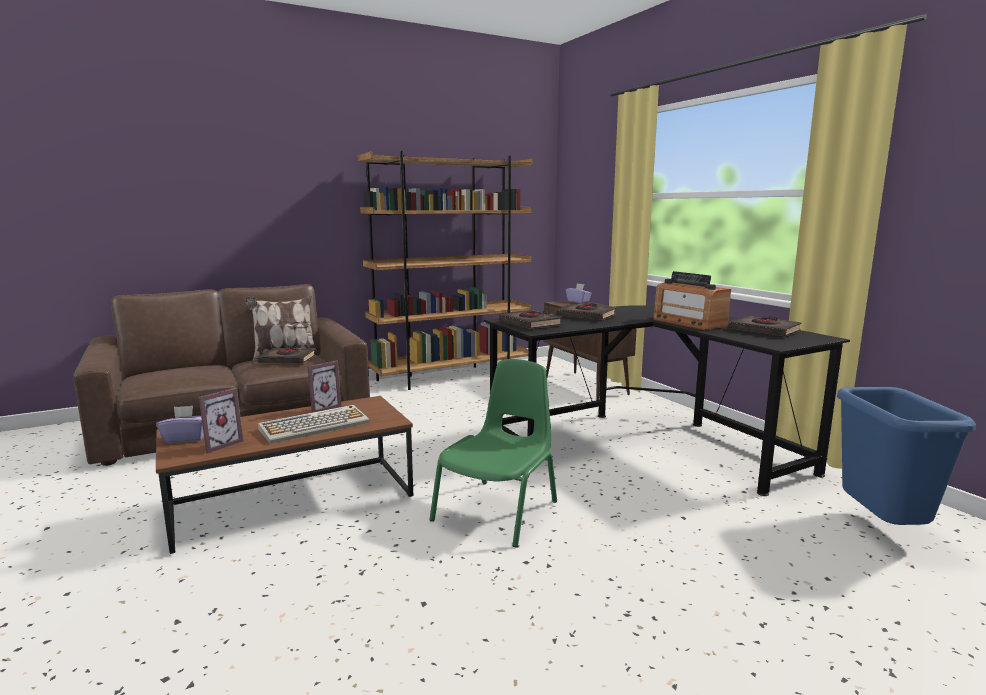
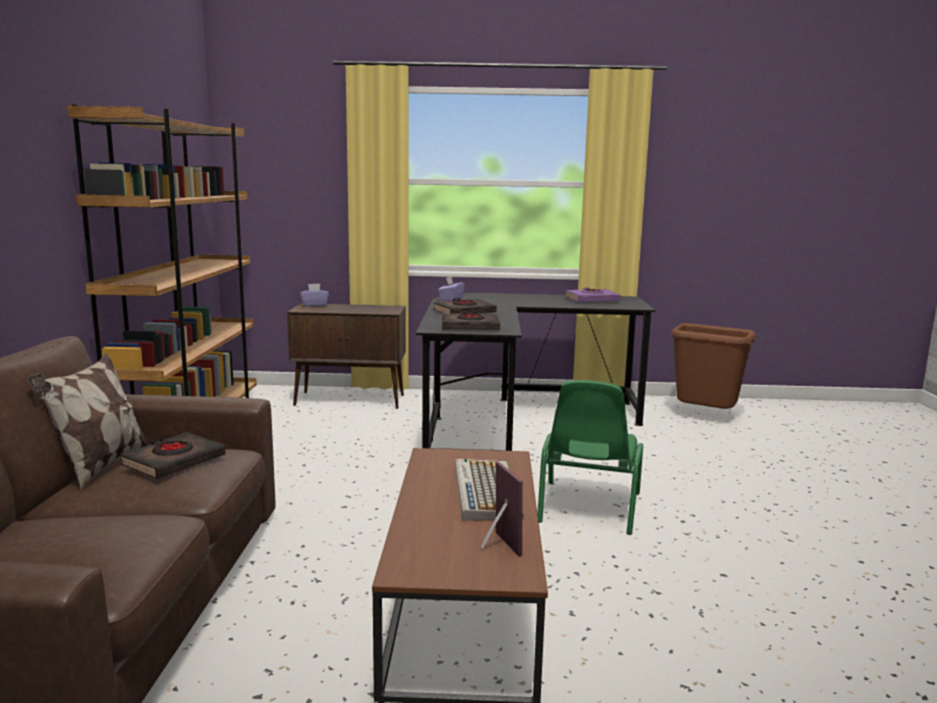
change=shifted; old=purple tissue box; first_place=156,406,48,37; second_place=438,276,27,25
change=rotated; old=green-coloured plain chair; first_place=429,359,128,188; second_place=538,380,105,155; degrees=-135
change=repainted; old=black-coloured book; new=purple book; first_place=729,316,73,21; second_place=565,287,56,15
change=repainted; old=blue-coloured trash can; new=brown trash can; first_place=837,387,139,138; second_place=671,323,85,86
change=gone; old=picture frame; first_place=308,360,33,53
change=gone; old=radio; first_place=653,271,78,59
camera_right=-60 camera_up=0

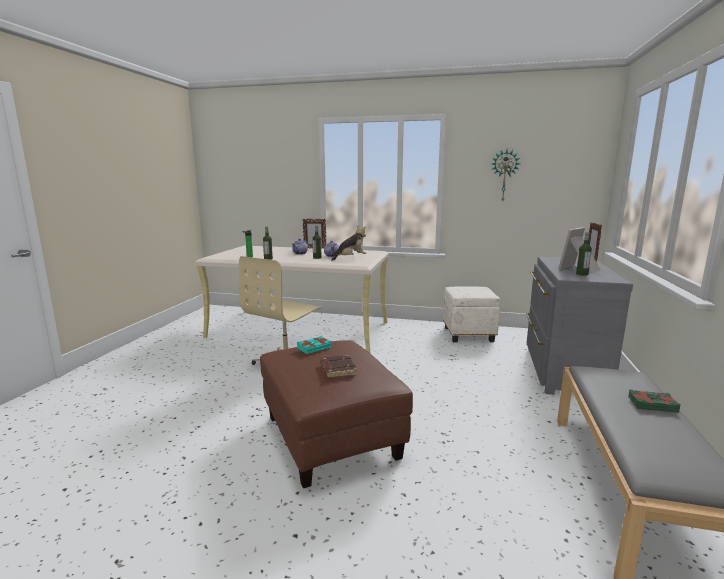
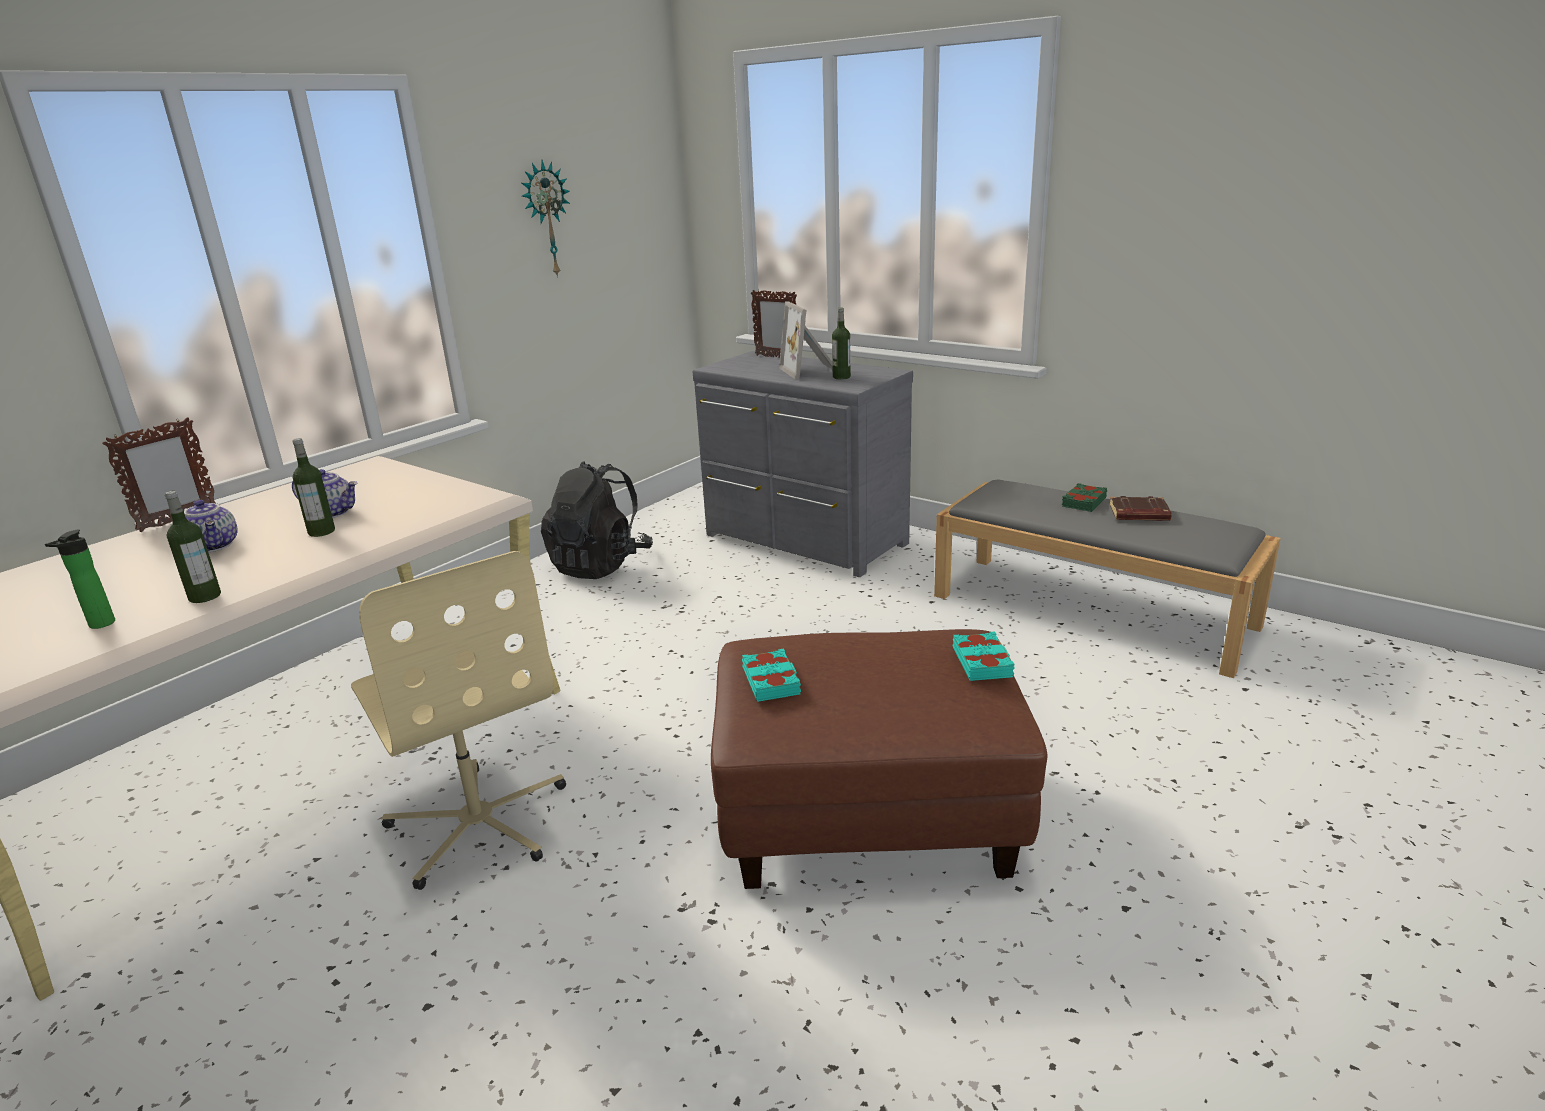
change=swapped; old=white-coloured footrest; new=black-coloured rucksack; first_place=443,286,57,56; second_place=541,461,112,118
change=new; new=turquoise book; second_place=953,631,62,50
change=shifted; old=brown book; first_place=320,355,37,23; second_place=1109,496,63,25
change=gone; old=plush toy; first_place=331,225,35,36
camera_right=-65 camera_up=10

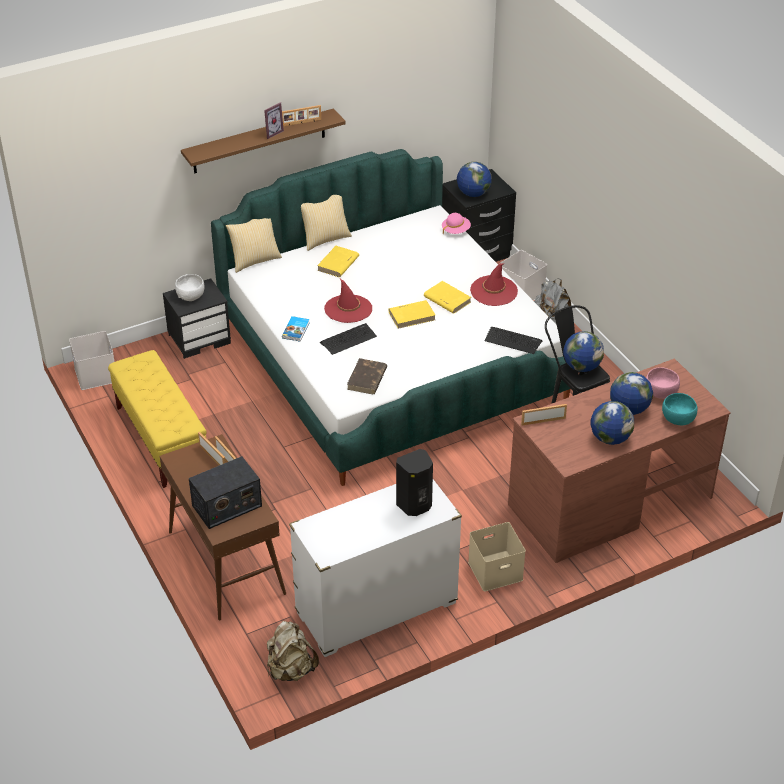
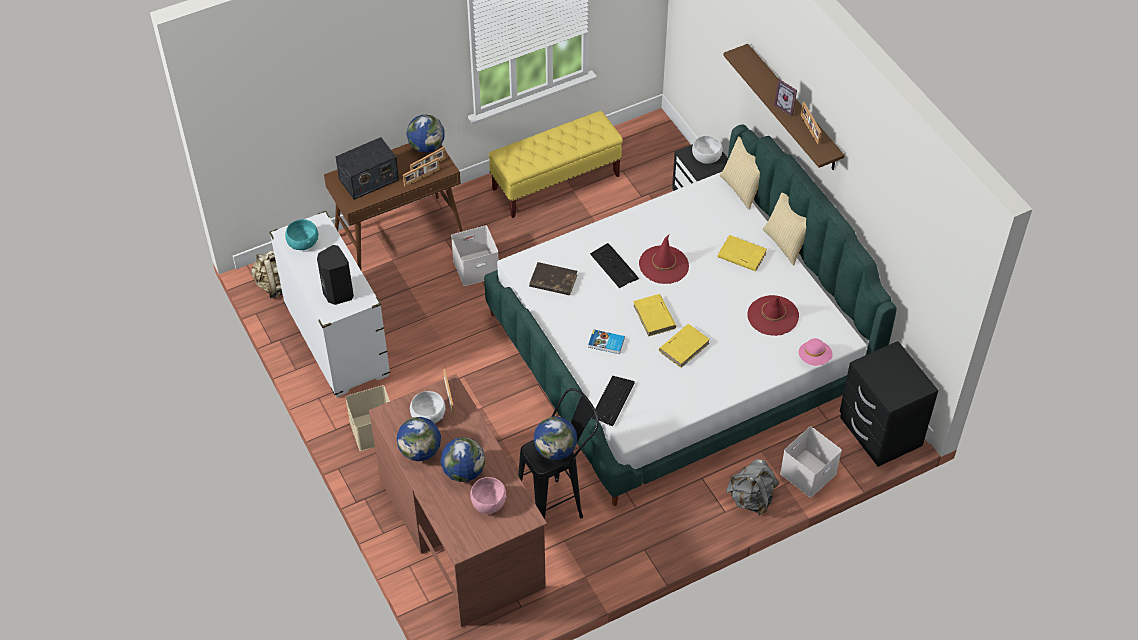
change=shifted; old=turquoise deep dish; first_place=662,393,35,32; second_place=285,219,33,31
change=rotated; old=radio; first_place=189,456,73,73; second_place=335,137,64,63; degrees=-90
change=shifted; old=globe; first_place=457,162,35,35; second_place=407,115,37,38
change=new; new=white-coloured deep dish; second_place=410,391,35,32
change=shifted; old=white-coloured storage container; first_place=69,331,46,59; second_place=451,225,48,61
change=shifted; old=book; first_place=282,316,28,25; second_place=588,329,37,25
change=shifted; old=red-coloured clothing hat; first_place=470,263,48,43; second_place=747,295,52,41
camera_right=90 camera_up=10

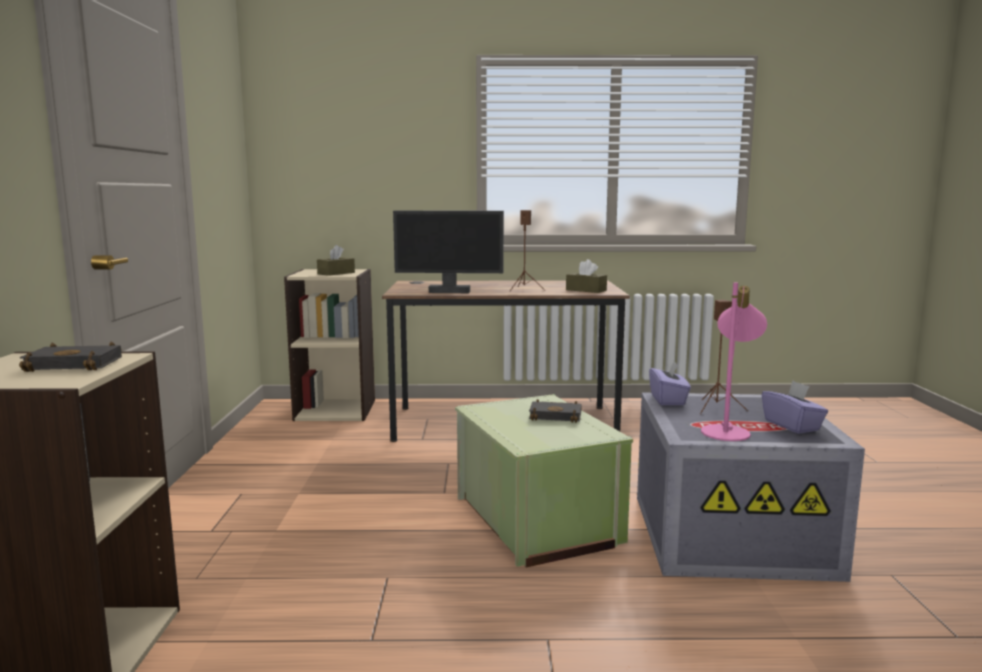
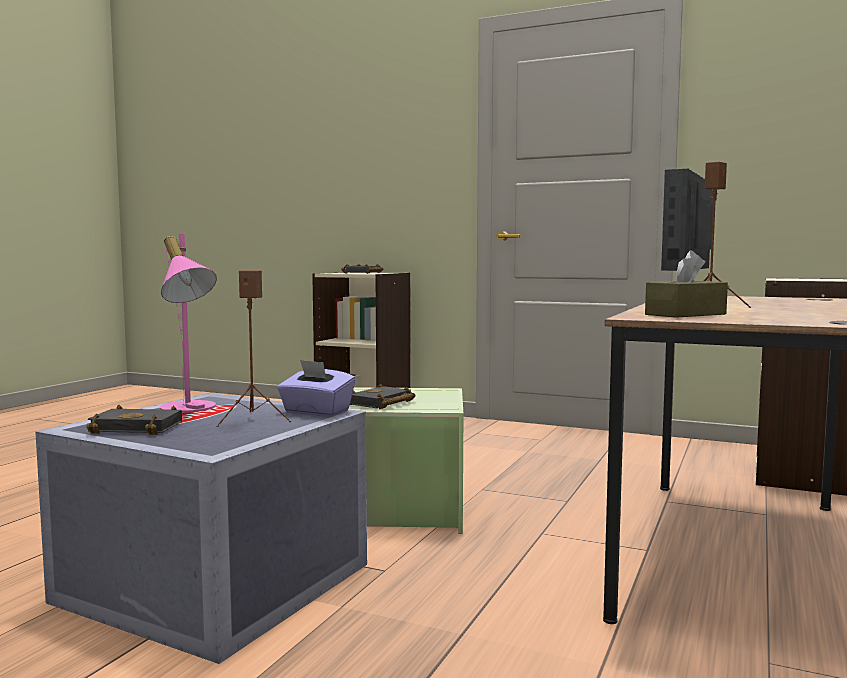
change=swapped; old=purple tissue box; new=black-coloured book; first_place=762,381,66,53; second_place=86,404,96,31
change=gone; old=brown tissue box; first_place=317,245,38,31
camera_right=115 camera_up=-5

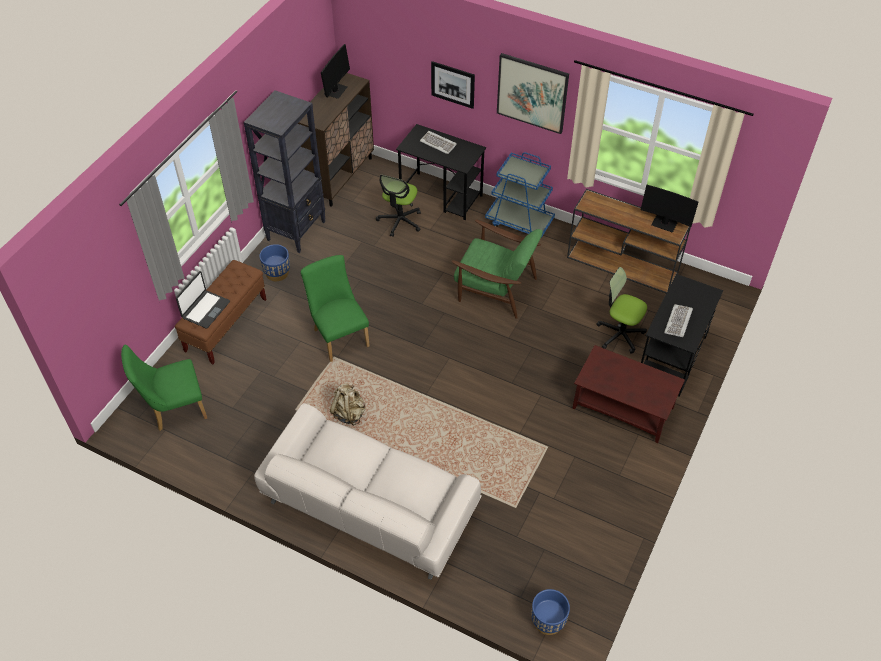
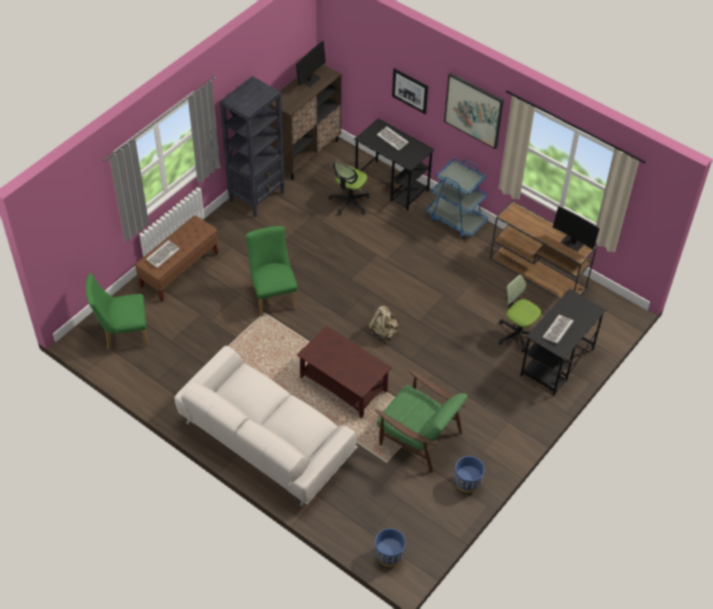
change=swapped; old=notebook computer; new=computer keyboard; first_place=176,271,54,57; second_place=146,240,34,28
change=shifted; old=brown coffee table; first_place=572,345,113,98; second_place=297,326,95,92
change=shifted; old=beige-coloured rucksack; first_place=330,384,35,42; second_place=368,306,30,36
change=shifted; old=green-coloured armchair; first_place=452,219,91,99; second_place=375,369,92,104
change=shifted; old=blue-coloured flower pot; first_place=259,244,31,37; second_place=454,456,31,37
camera_right=10 camera_up=0

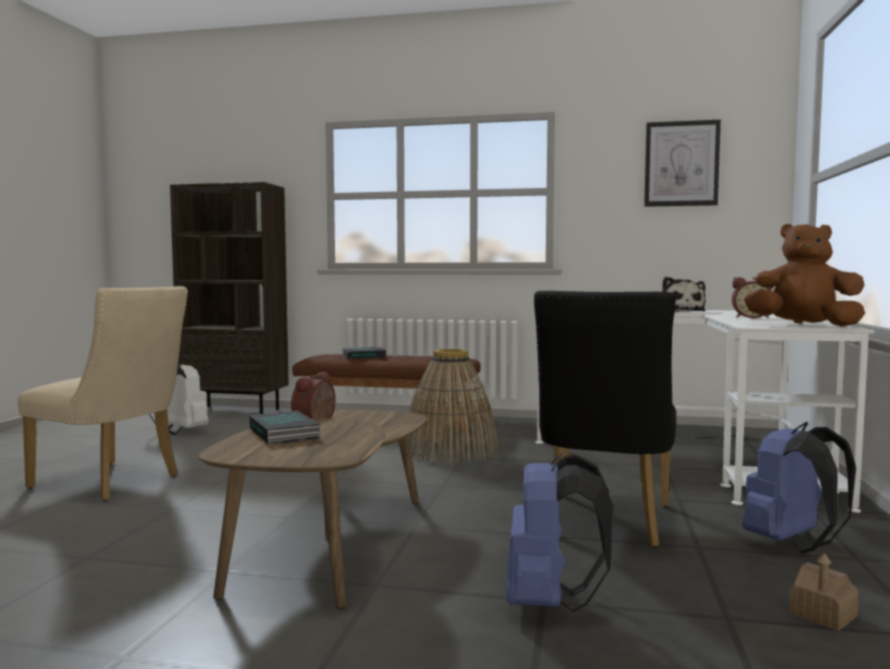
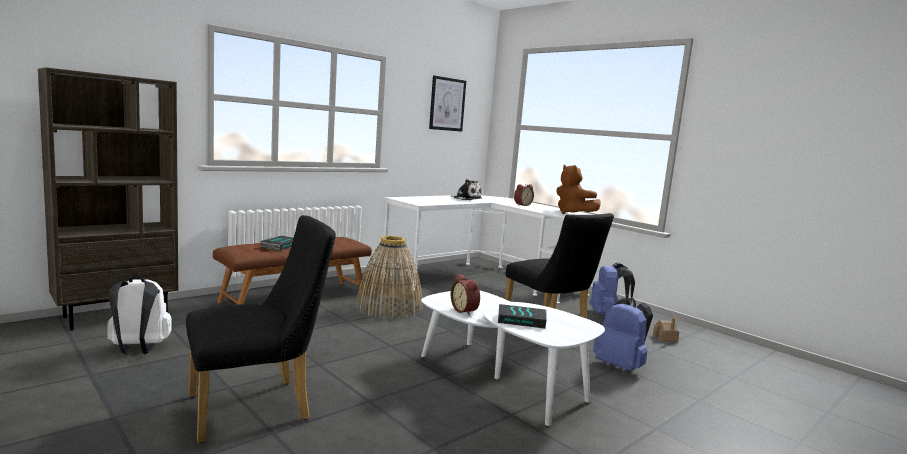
change=repainted; old=beige-coloured plain chair; new=black-coloured plain chair; first_place=18,286,170,215; second_place=186,215,150,228
change=repainted; old=brown coffee table; new=white-coloured coffee table; first_place=198,410,229,199; second_place=421,290,184,137
change=rotated; old=brown plush toy; first_place=744,224,121,102; second_place=556,165,44,49; degrees=-90
camera_right=-55 camera_up=5

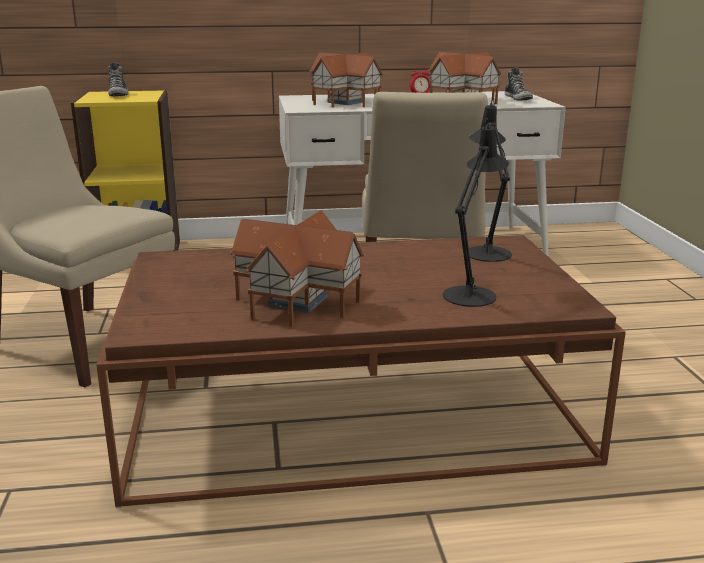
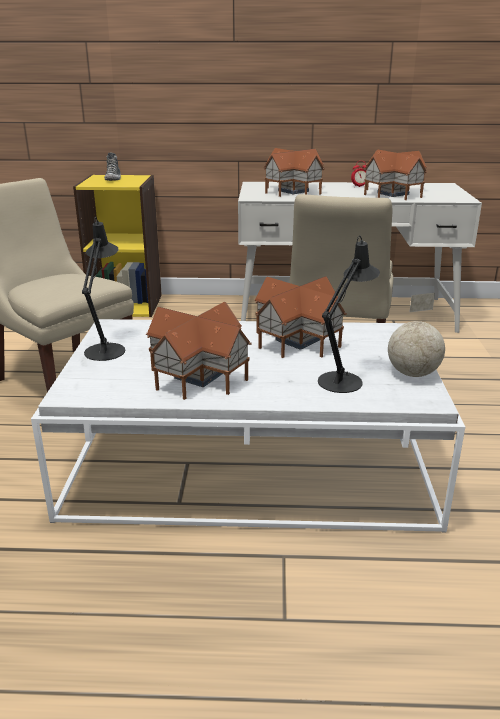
change=repainted; old=brown coffee table; new=white-coloured coffee table; first_place=96,235,530,273; second_place=31,319,434,214
change=shifted; old=black-coloured tabletop lamp; first_place=469,98,43,164; second_place=82,218,43,143
change=new; new=toy house; second_place=254,276,93,82
change=new; new=globe; second_place=388,293,57,84
change=gone; old=shoe; first_place=505,67,28,34
camera_right=10 camera_up=5

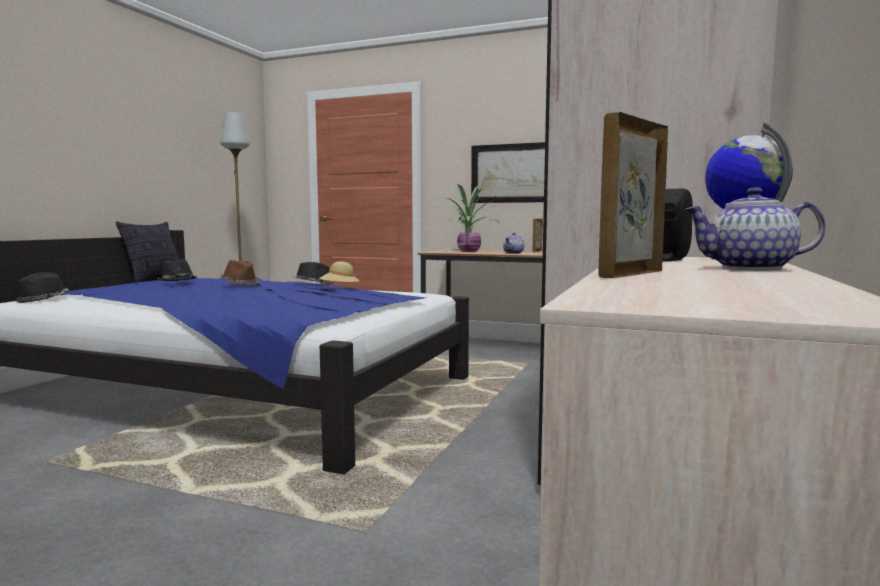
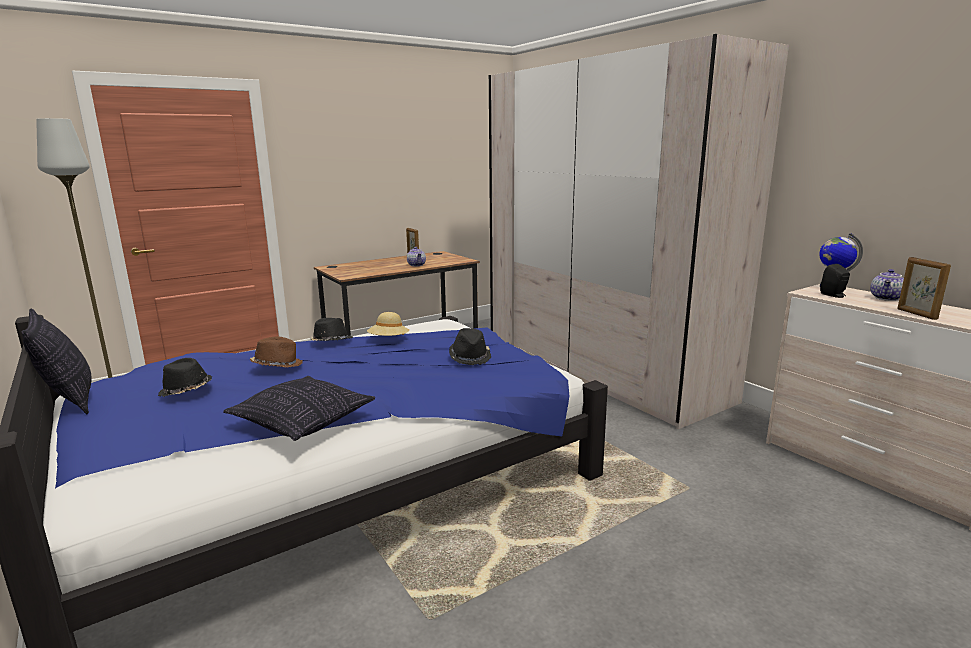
change=new; new=throw pillow; second_place=223,376,152,65
change=shifted; old=black-coloured clothing hat; first_place=15,272,54,31; second_place=449,328,42,37
change=gone; old=potted plant; first_place=428,184,71,68
change=gone; old=wall picture; first_place=471,142,74,61
camera_right=-55 camera_up=10

